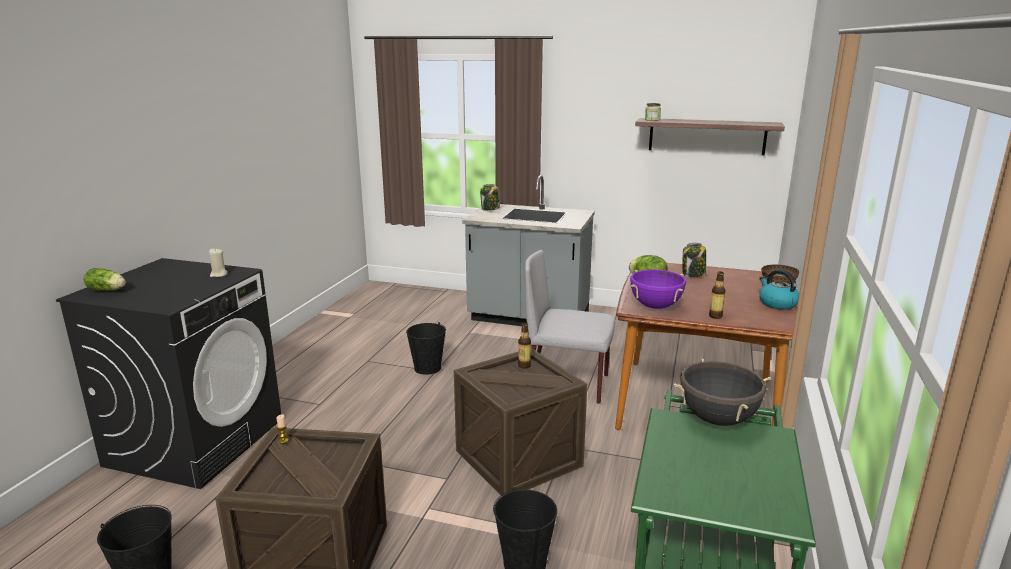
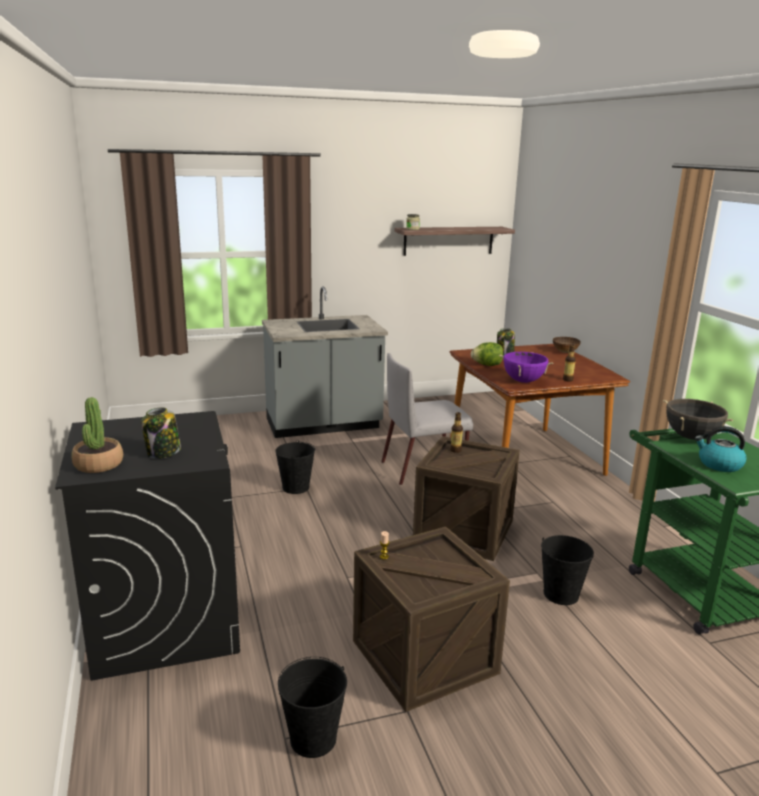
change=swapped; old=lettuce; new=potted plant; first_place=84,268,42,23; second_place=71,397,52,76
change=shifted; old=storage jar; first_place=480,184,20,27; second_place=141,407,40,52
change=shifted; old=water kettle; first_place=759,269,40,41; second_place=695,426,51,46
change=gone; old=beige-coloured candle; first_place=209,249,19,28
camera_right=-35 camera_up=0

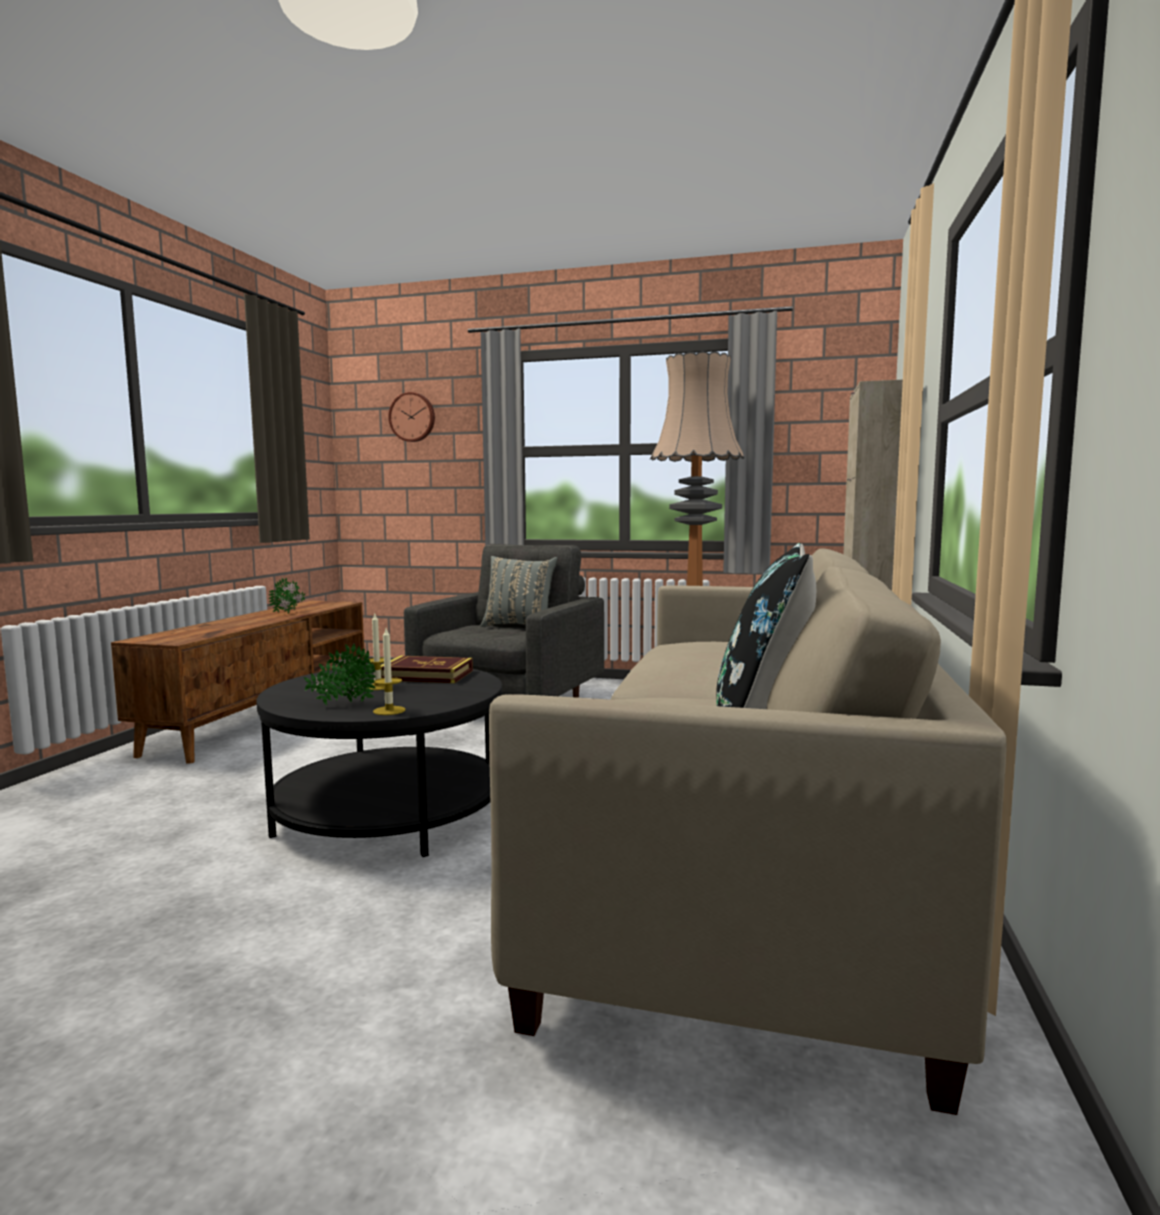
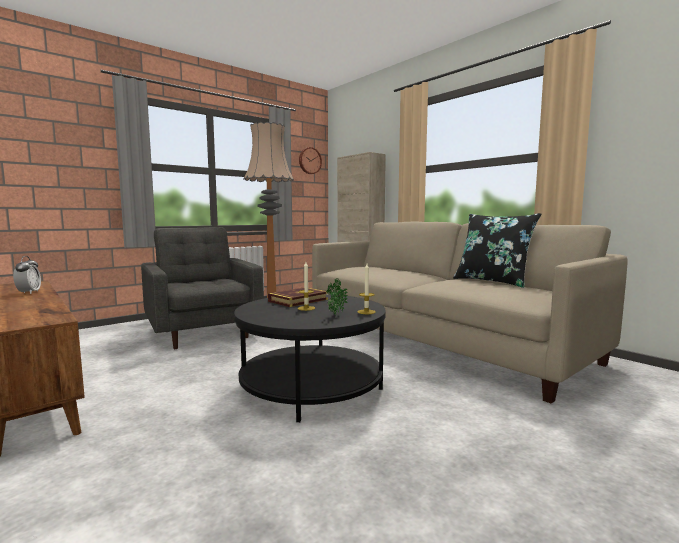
change=swapped; old=potted plant; new=table clock; first_place=269,578,36,36; second_place=13,256,28,38
change=shifted; old=hanging clock; first_place=388,392,47,50; second_place=299,147,23,27
change=gone; old=greyish throw pillow; first_place=480,556,78,71
camera_right=-55 camera_up=0

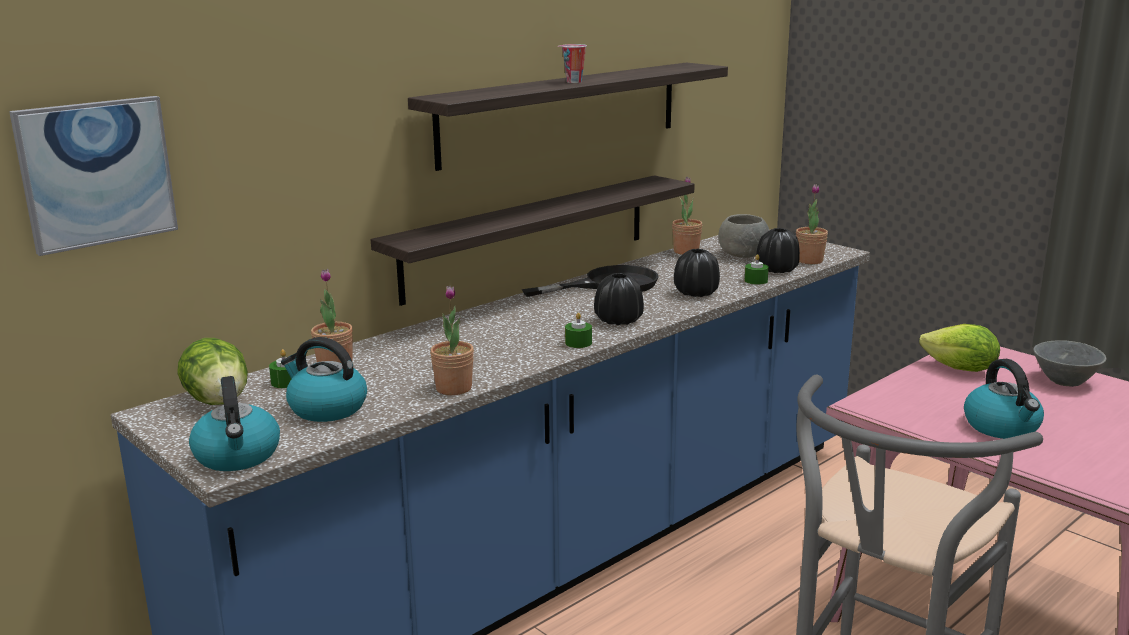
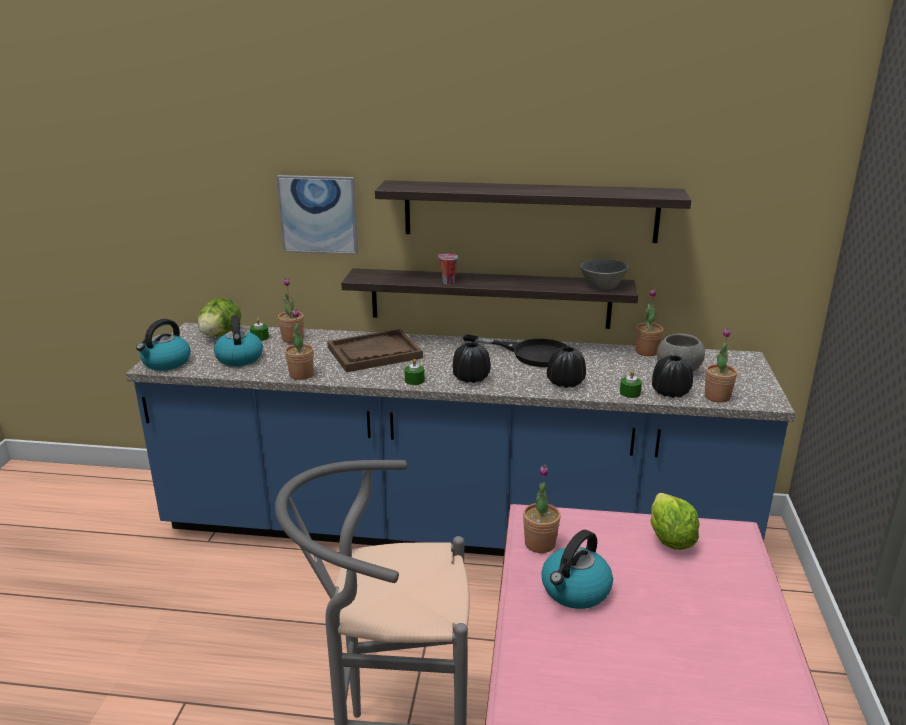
change=shifted; old=wall picture; first_place=9,96,169,160; second_place=276,175,82,80
change=new; new=brown carrying tray; second_place=327,329,96,43
change=shifted; old=cup; first_place=557,44,30,39; second_place=438,254,20,30
change=new; new=potted plant; second_place=523,464,38,89
change=shifted; old=greyish deep dish; first_place=1033,340,73,47; second_place=580,259,49,31
camera_right=50 camera_up=5

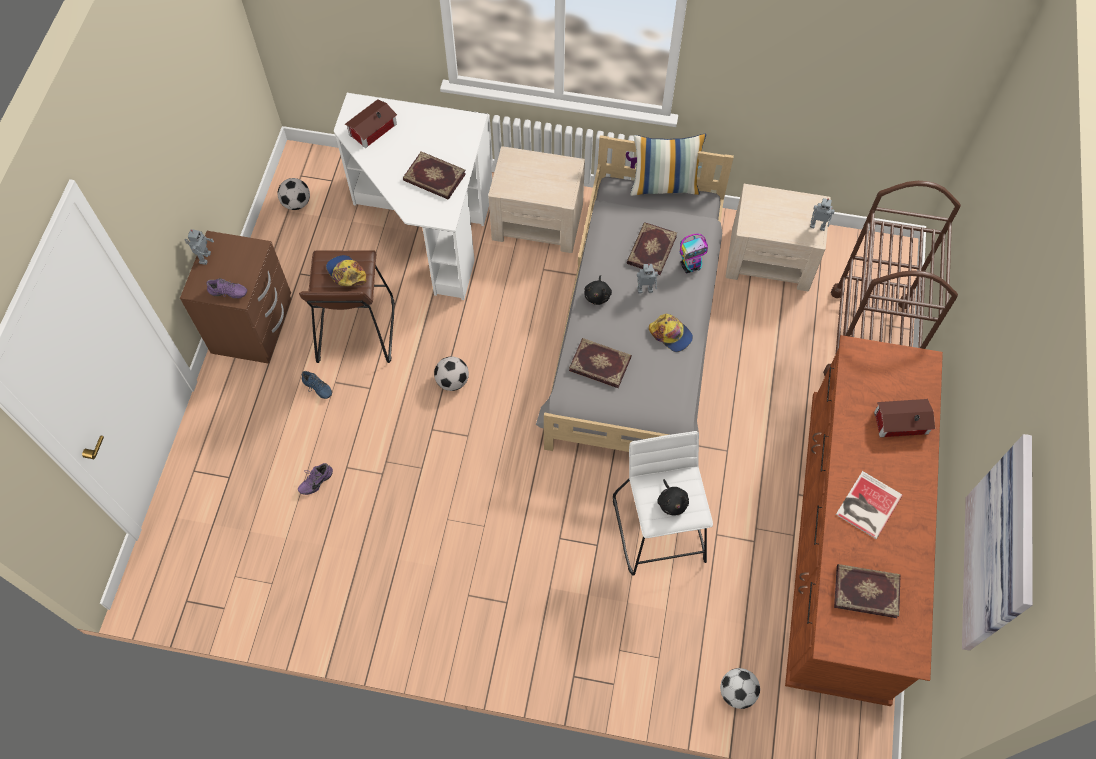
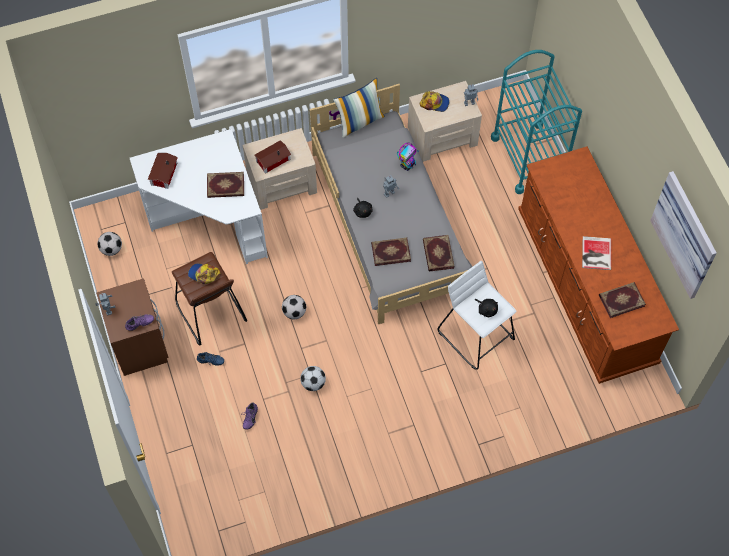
change=shifted; old=toy house; first_place=874,399,61,39; second_place=254,140,37,34
change=shifted; old=football ball; first_place=720,668,40,41; second_place=300,366,26,25
change=shifted; old=peaked cap; first_place=649,314,44,38; second_place=420,91,29,21
change=shifted; old=book; first_place=627,222,50,53; second_place=423,235,32,37
change=repainted; old=brown trolley; new=turquoise trolley; first_place=823,181,138,195; second_place=491,50,91,144
camera_right=-30 camera_up=0

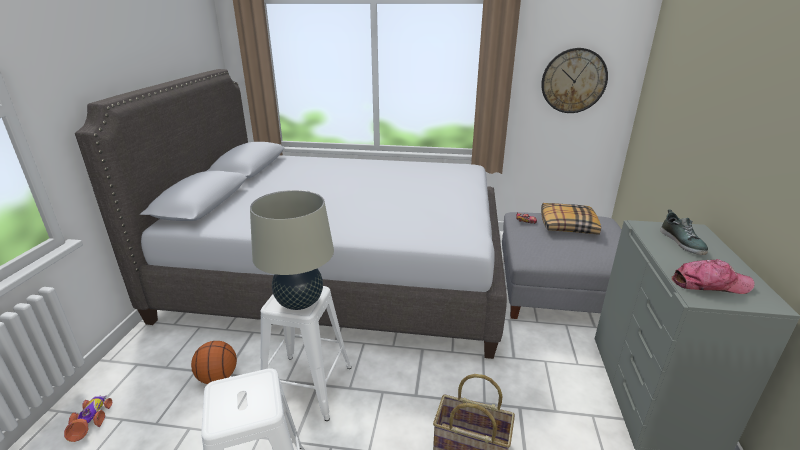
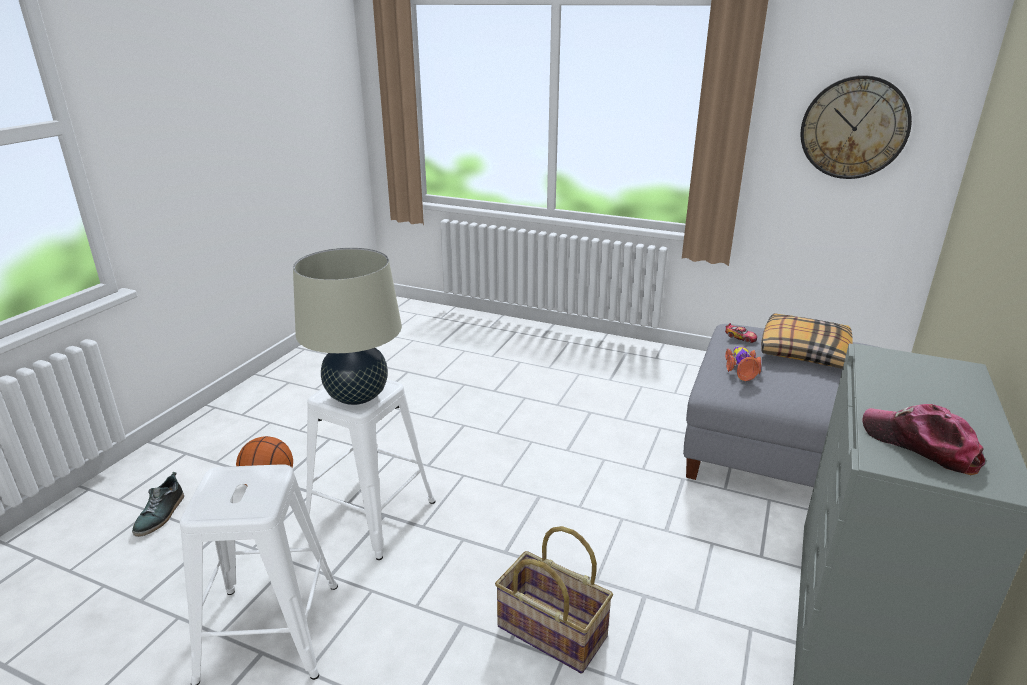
change=shifted; old=shoe; first_place=660,210,48,45; second_place=132,472,52,65
change=shifted; old=model car; first_place=64,395,49,47; second_place=725,346,36,35
change=rotated; old=peaked cap; first_place=672,259,83,35; second_place=862,404,123,71; degrees=-150
change=gone; old=greyish bedroom bed; first_place=75,69,432,290
camera_right=15 camera_up=0

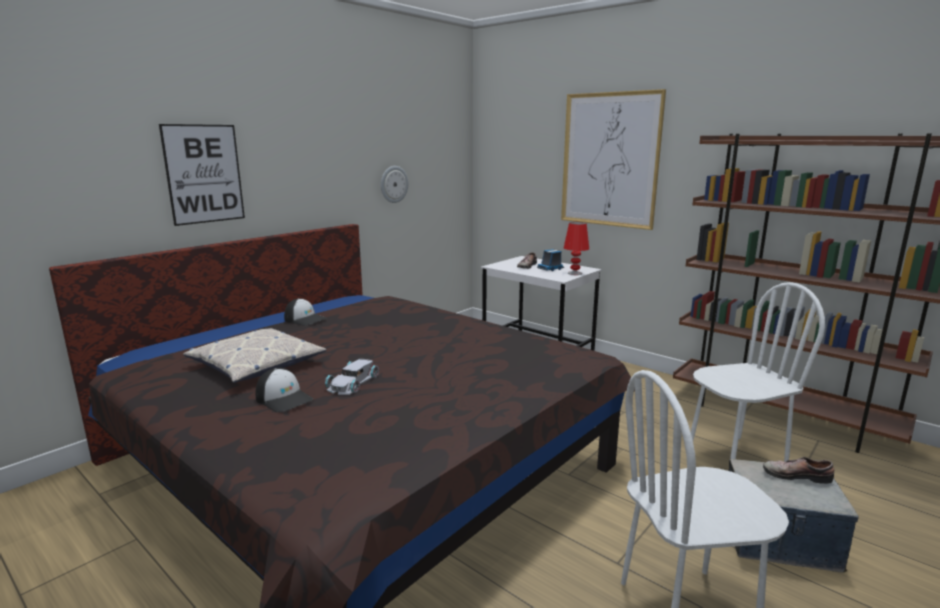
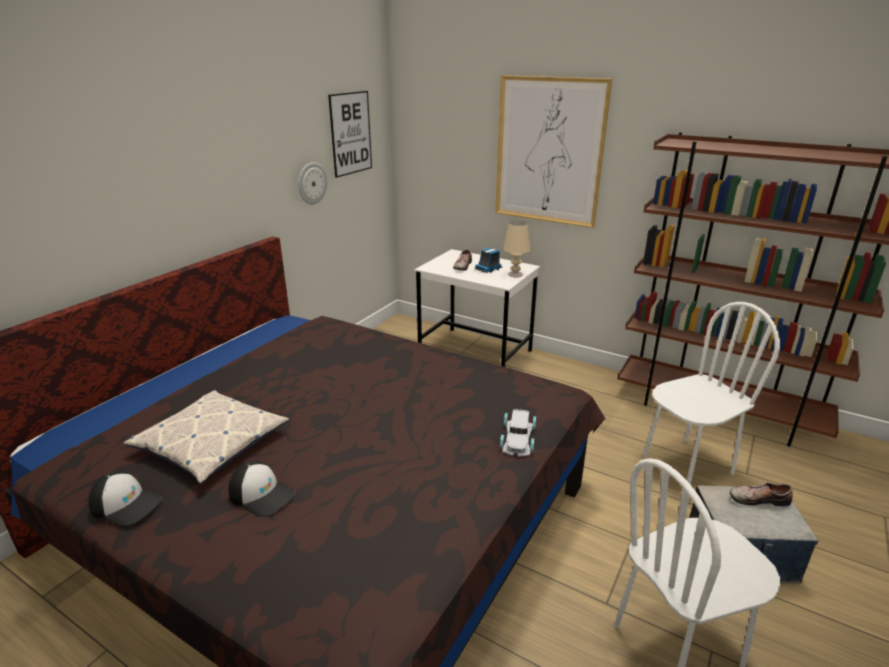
change=shifted; old=peaked cap; first_place=284,298,43,28; second_place=88,471,74,55
change=shifted; old=wall picture; first_place=159,124,86,102; second_place=328,91,44,87
change=shifted; old=white-coloured model car; first_place=325,359,54,36; second_place=500,409,36,48
change=repainted; old=red-coloured tabletop lamp; new=beige-coloured tabletop lamp; first_place=564,222,25,53; second_place=503,221,27,56
camera_right=-10 camera_up=10

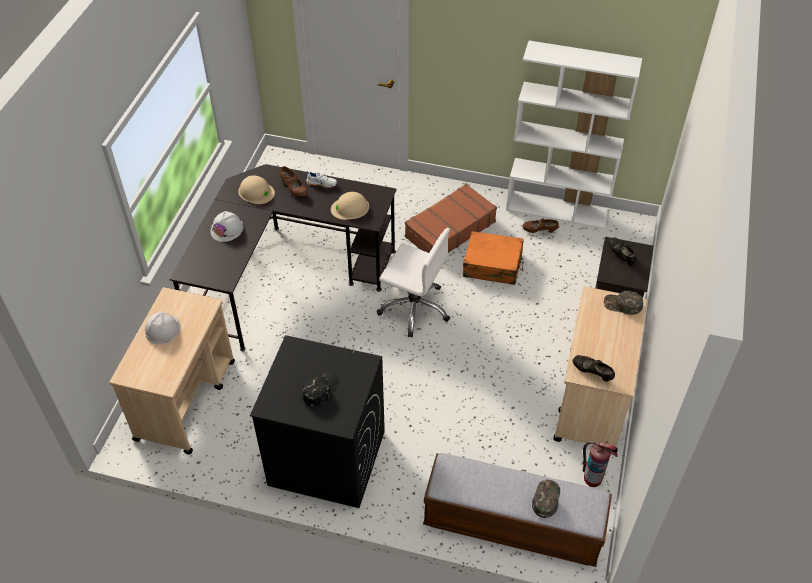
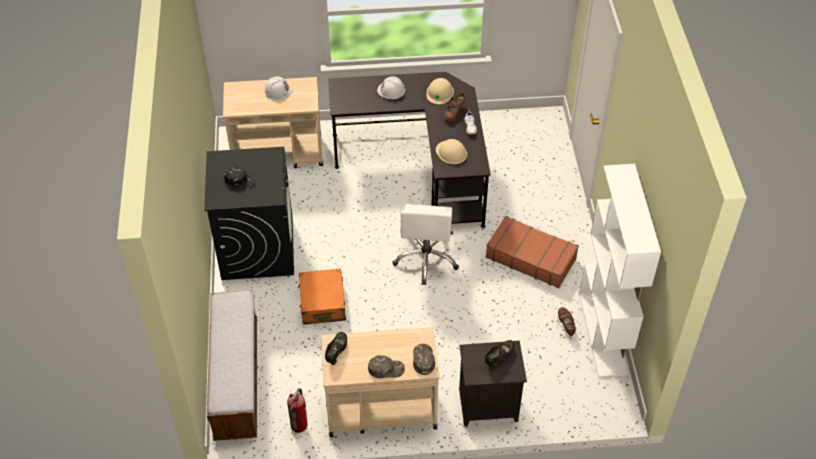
change=shifted; old=orangey piece of luggage; first_place=463,231,61,54; second_place=298,268,48,57
change=shifted; old=green-coloured peaked cap; first_place=532,480,28,38; second_place=368,355,37,23
camera_right=70 camera_up=0

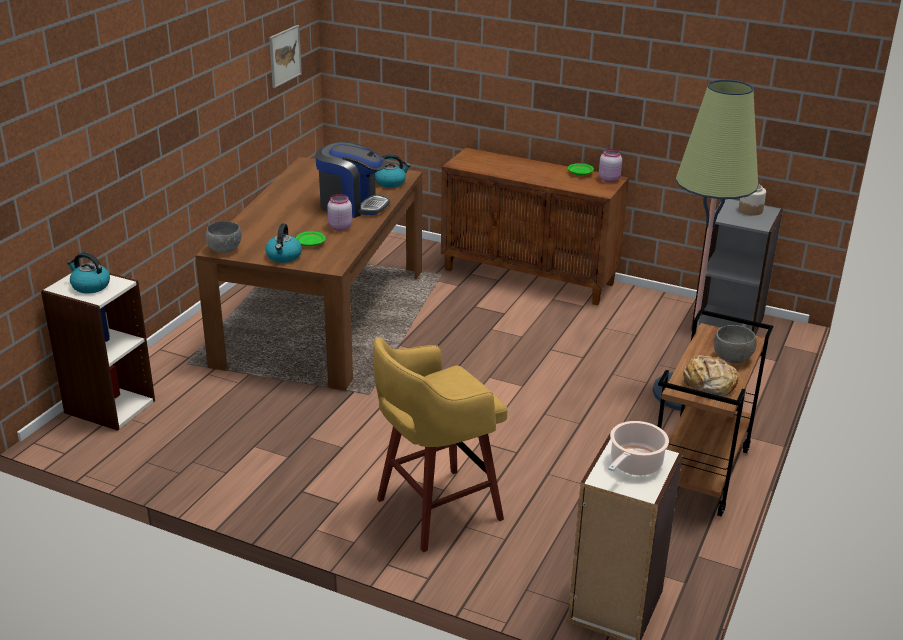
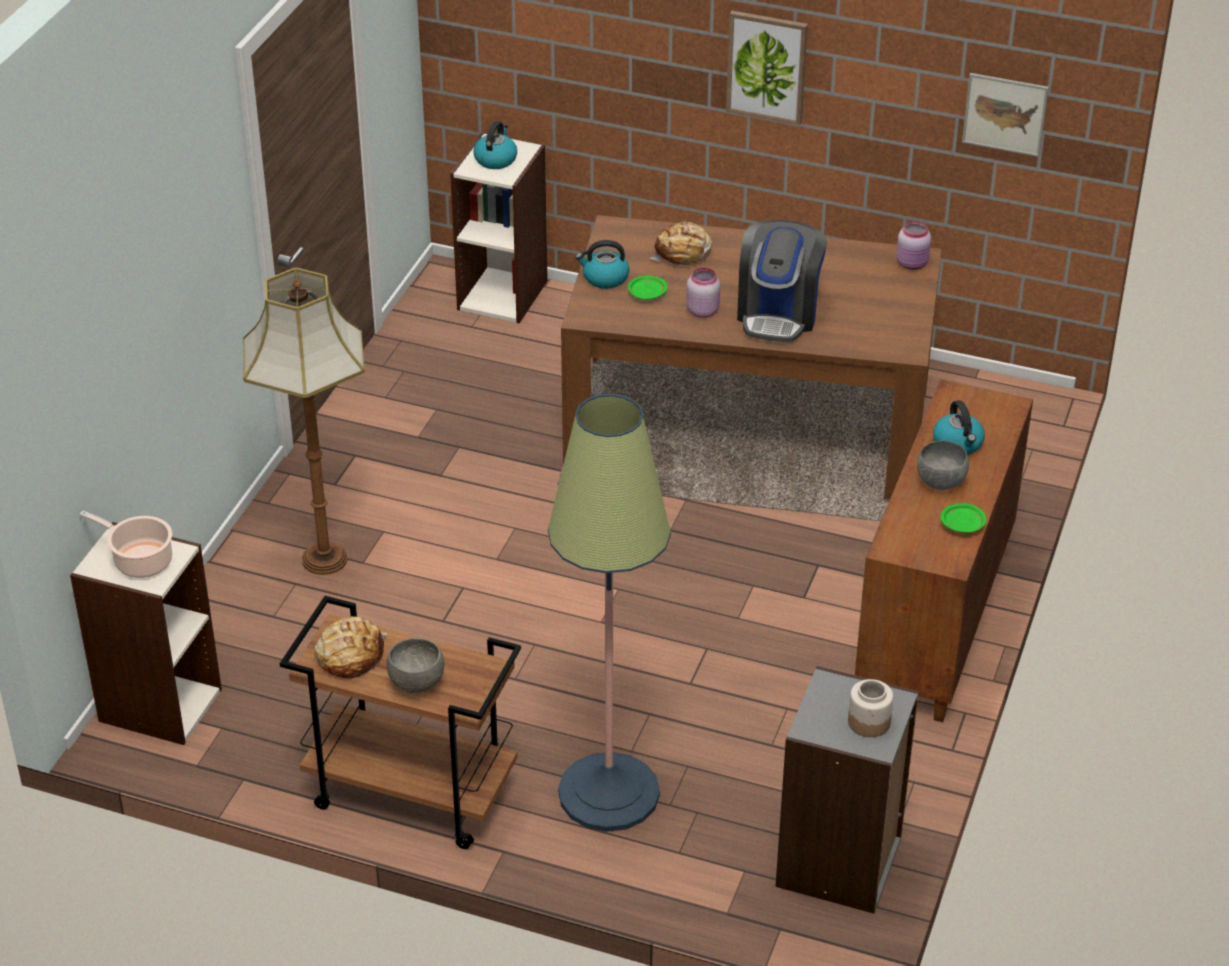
change=swapped; old=yellow-coloured stool; new=floor lamp; first_place=373,337,135,215; second_place=243,268,122,307
change=new; new=bread; second_place=650,221,62,46
change=new; new=wall picture; second_place=726,11,82,114
change=shifted; old=pinkish storage jar; first_place=599,149,23,33; second_place=896,221,35,49
change=shifted; old=greyish deep dish; first_place=206,221,36,32; second_place=917,441,52,49
change=shifted; old=water kettle; first_place=375,154,36,34; second_place=933,400,52,55
camera_right=85 camera_up=10

